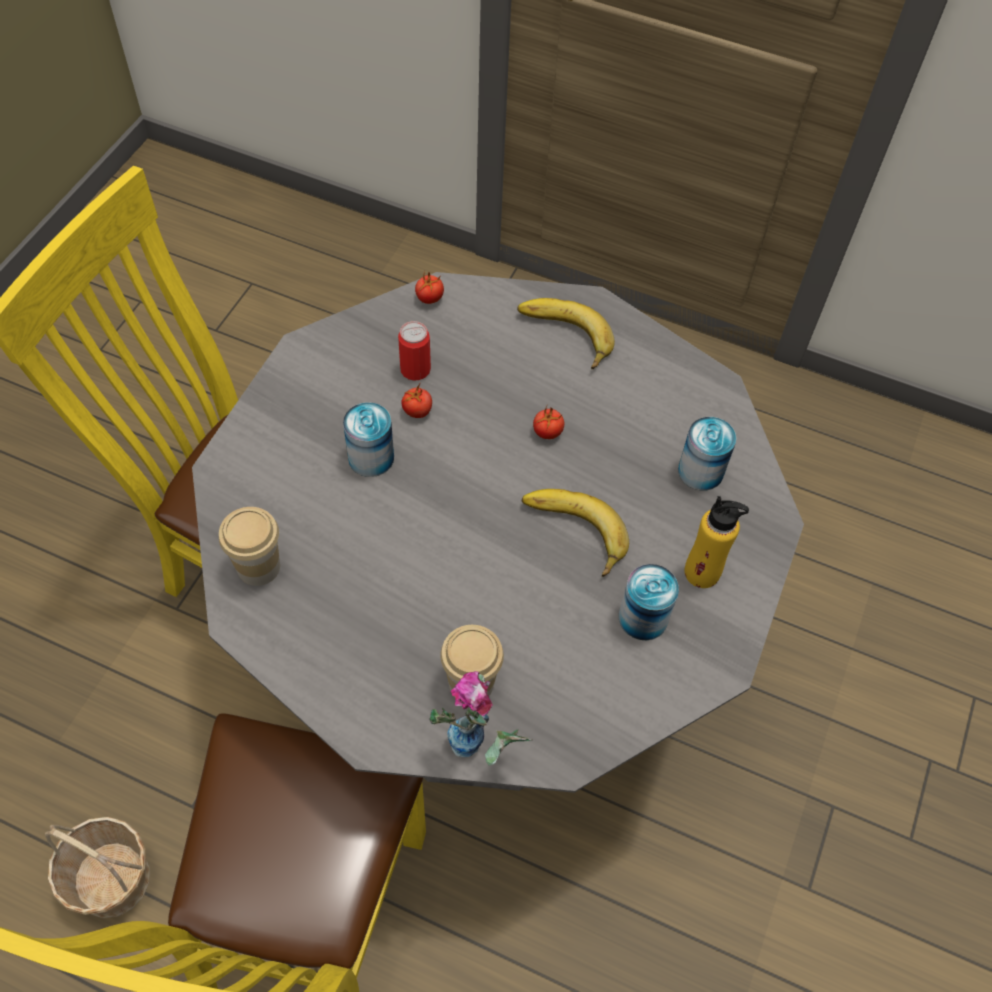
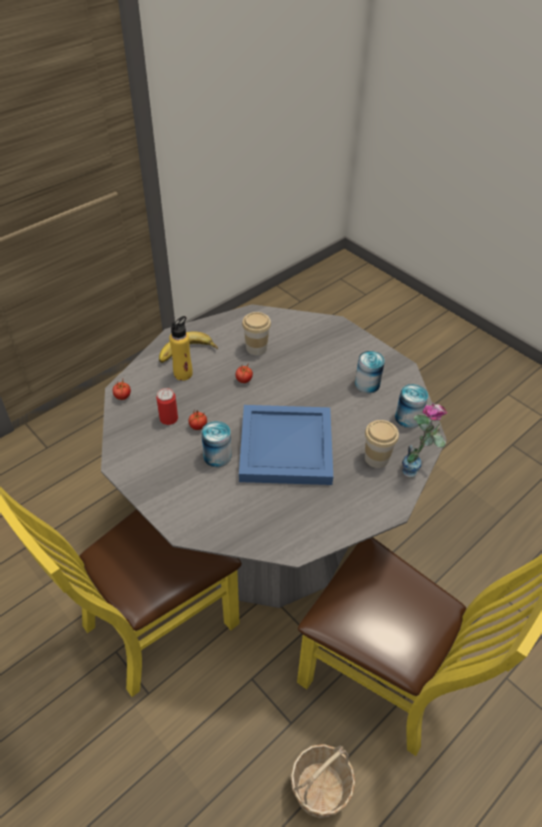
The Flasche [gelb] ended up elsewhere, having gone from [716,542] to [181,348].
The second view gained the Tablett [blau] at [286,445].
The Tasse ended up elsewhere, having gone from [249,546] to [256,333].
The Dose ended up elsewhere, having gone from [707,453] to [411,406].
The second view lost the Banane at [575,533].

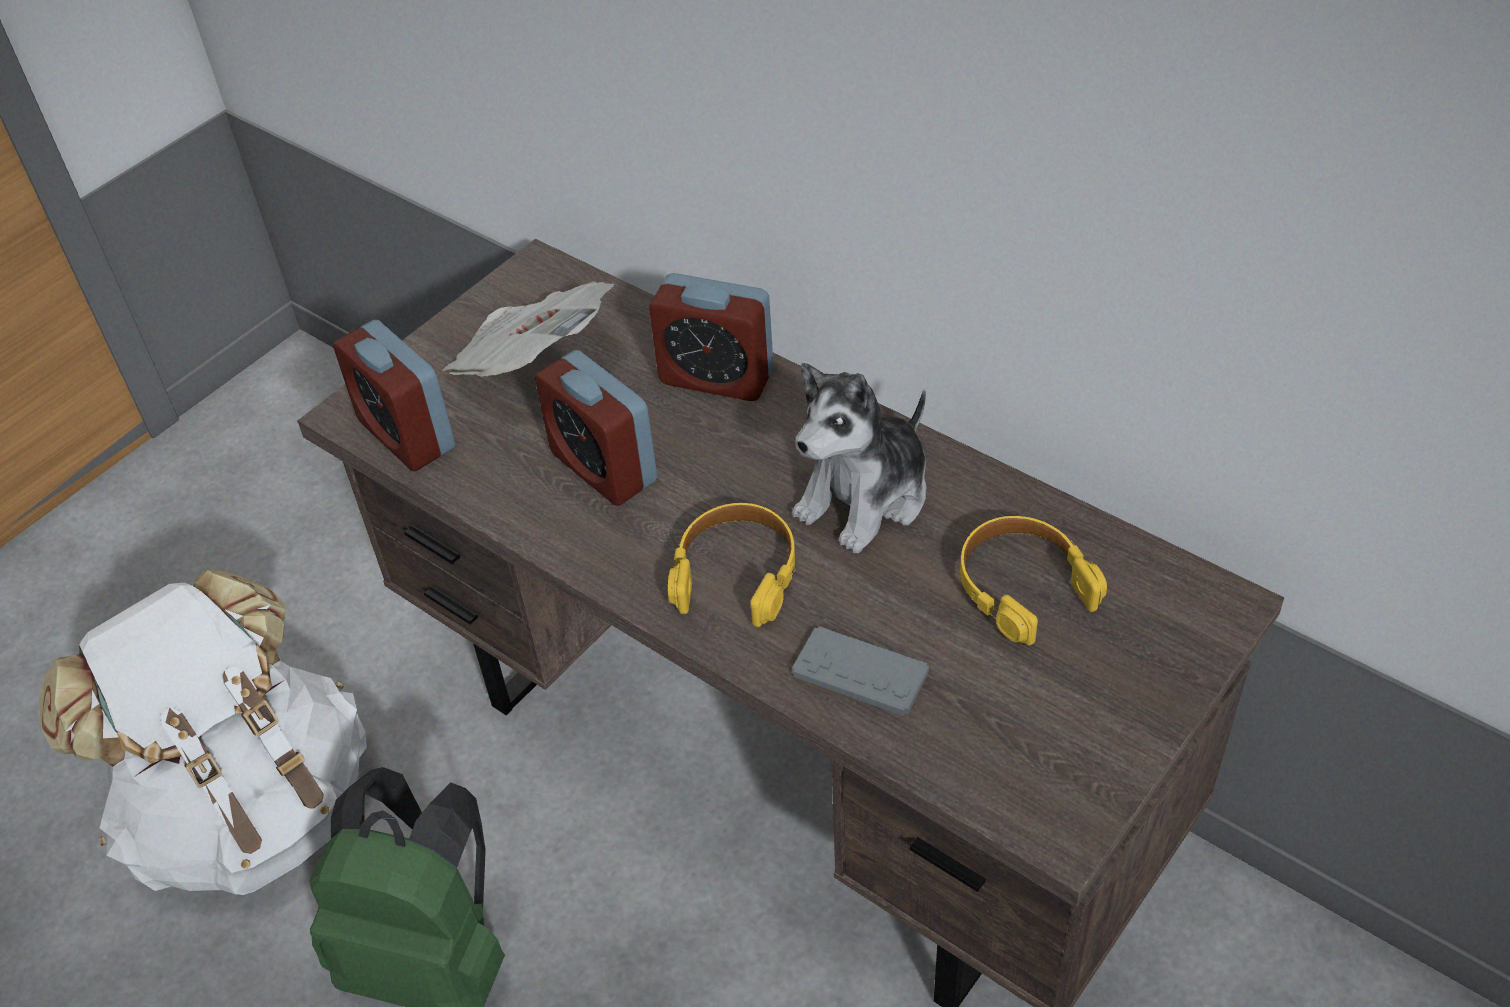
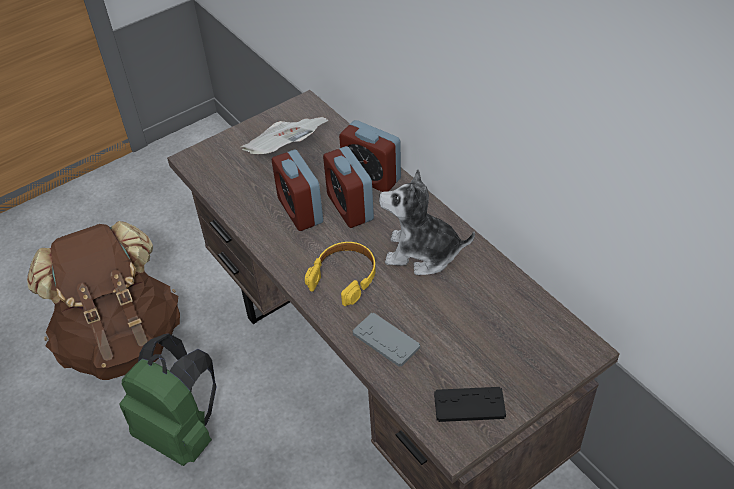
What was the Rucksack [weiß] at [203,732] turned into the Rucksack [braun] at [103,300].
The Wecker ended up elsewhere, having gone from [394,395] to [348,187].
The Plüschtier at [859,458] ended up facing another way, 45 degrees clockwise from before.
The second view gained the Gamepad [schwarz] at [470,404].
The second view lost the Kopfhörer [gelb] at [1033,581].

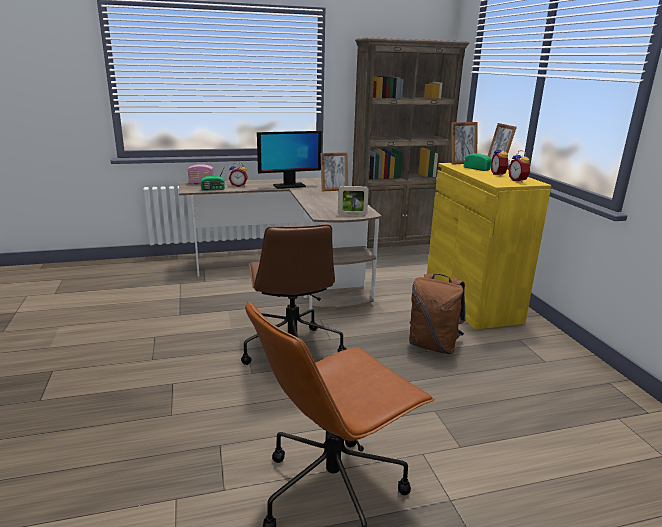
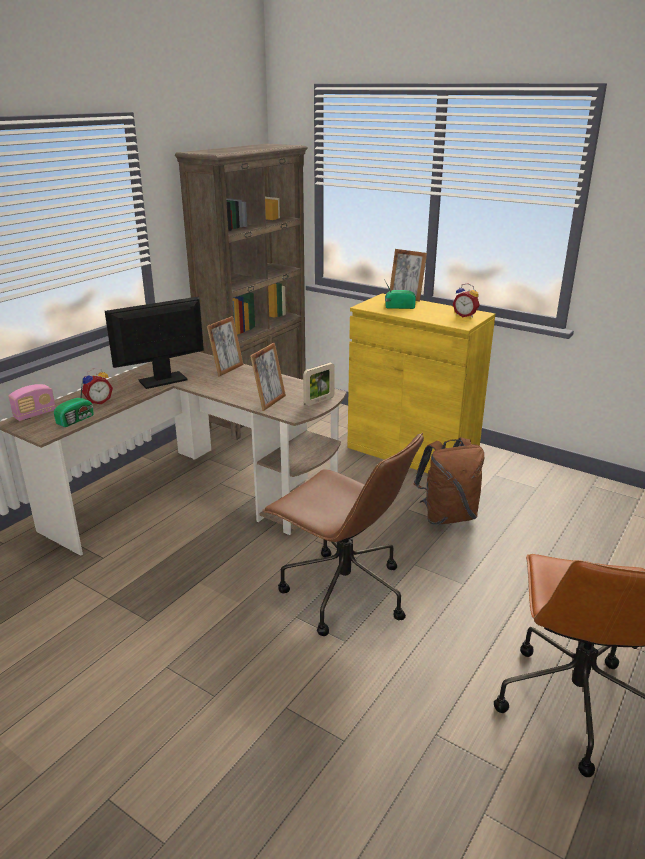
The Monitor at [289,160] ended up facing another way, 150 degrees counterclockwise from before.
The Bilderrahmen ended up elsewhere, having gone from [464,143] to [268,377].
The second view lost the Wecker at [500,160].

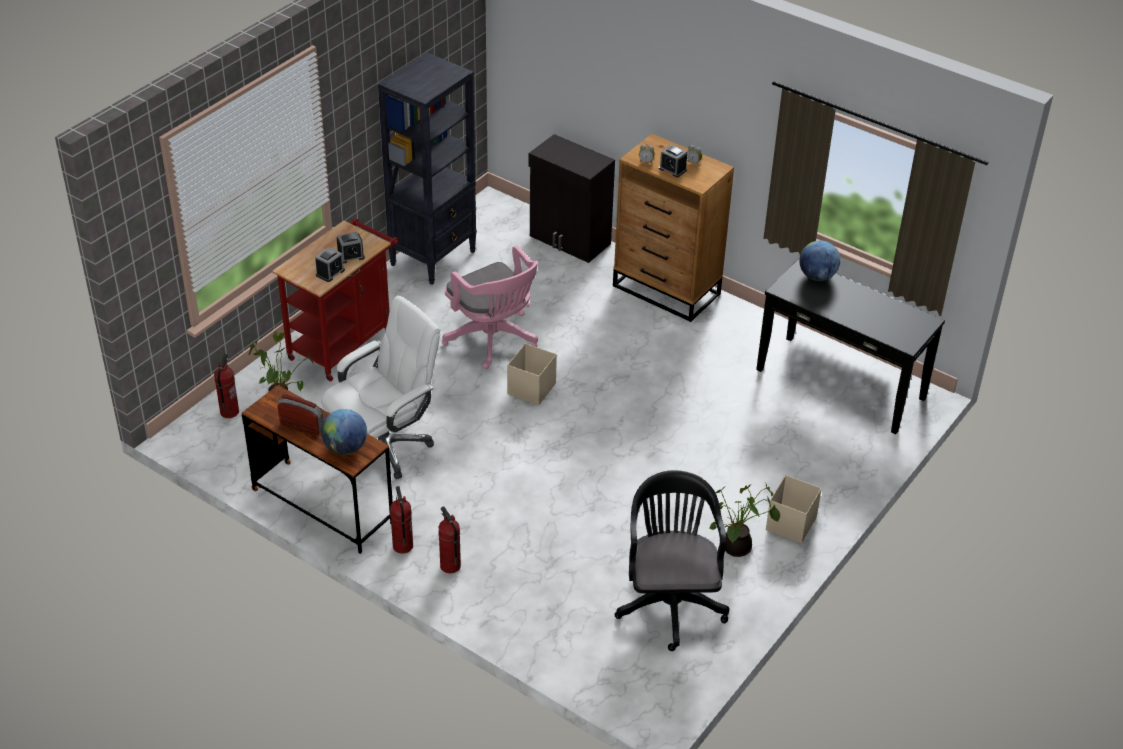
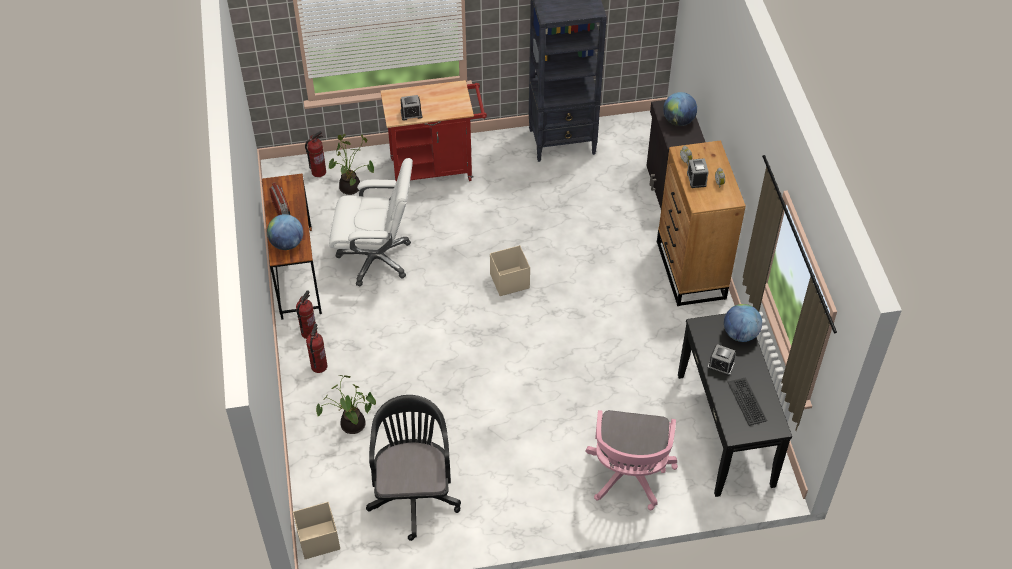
The Aufbewahrungsbox [beige] ended up elsewhere, having gone from [794,509] to [316,530].
The Topfpflanze ended up elsewhere, having gone from [745,519] to [346,404].
The Bürostuhl [schwarz] at [672,560] ended up facing another way, 45 degrees counterclockwise from before.
The Bürostuhl [rosa] ended up elsewhere, having gone from [490,307] to [631,460].
The second view gained the Globus at [680,109].
The Wecker ended up elsewhere, having gone from [351,248] to [721,360].
The second view gained the Tastatur at [747,401].

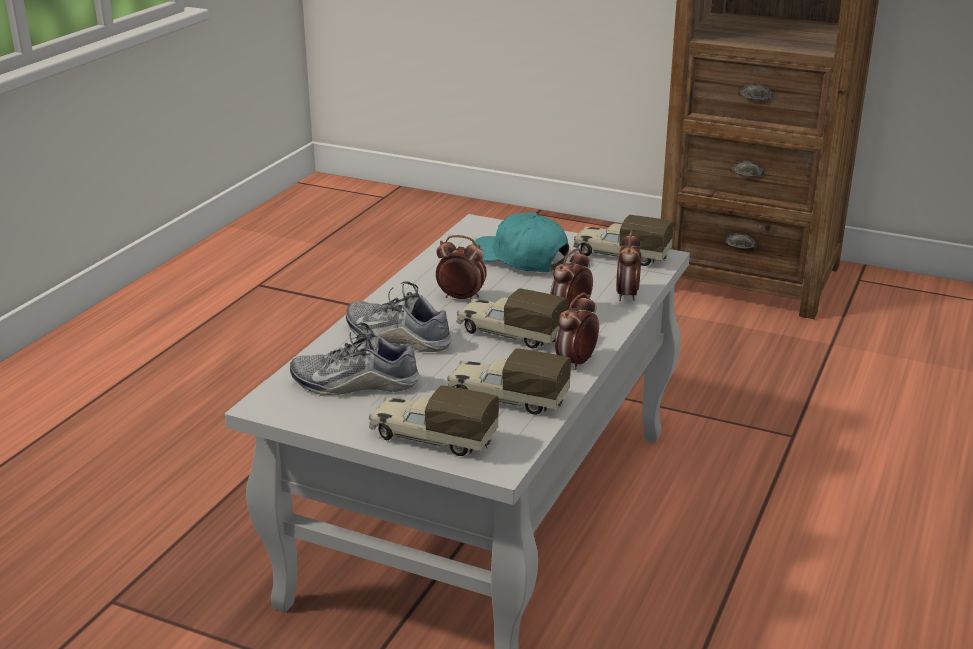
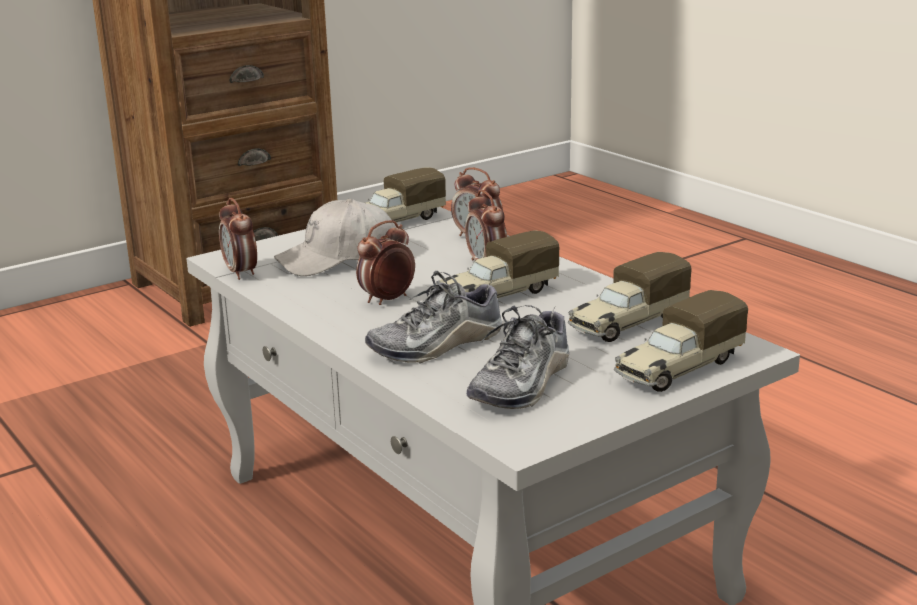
The Wecker ended up elsewhere, having gone from [577,331] to [238,239].
What was the Kappe [türkis] at [520,242] turned into the Kappe [weiß] at [334,237].

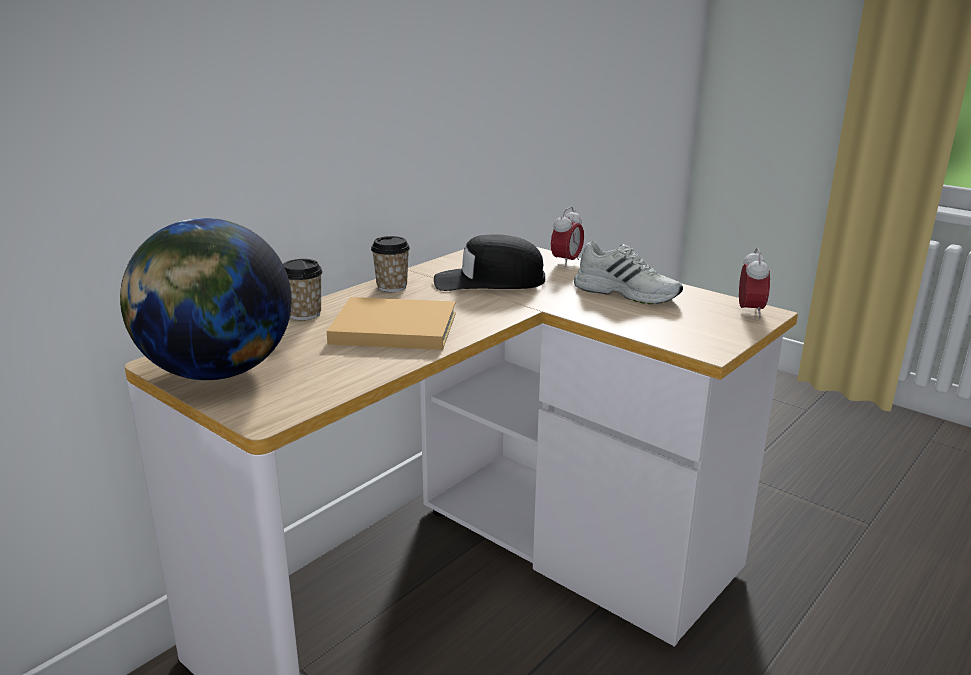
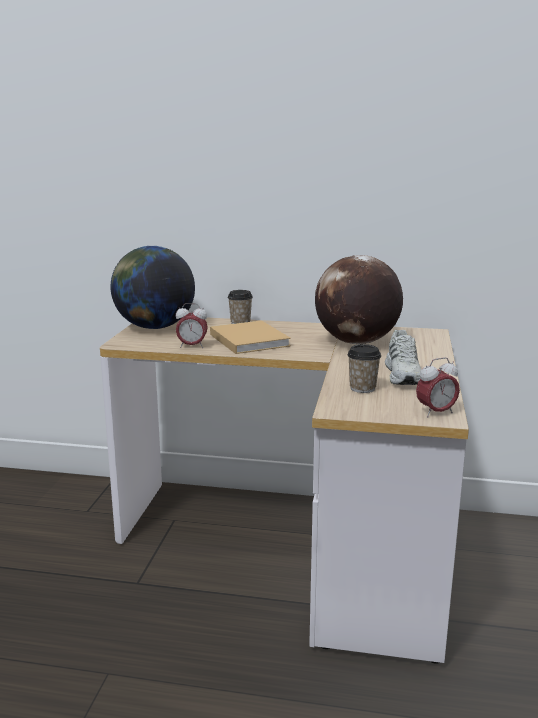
The Wecker ended up elsewhere, having gone from [567,237] to [192,325].
Where the Kappe [schwarz] stood at [489,262], the Globus came to stand at [359,299].
The Tasse ended up elsewhere, having gone from [390,264] to [364,368].

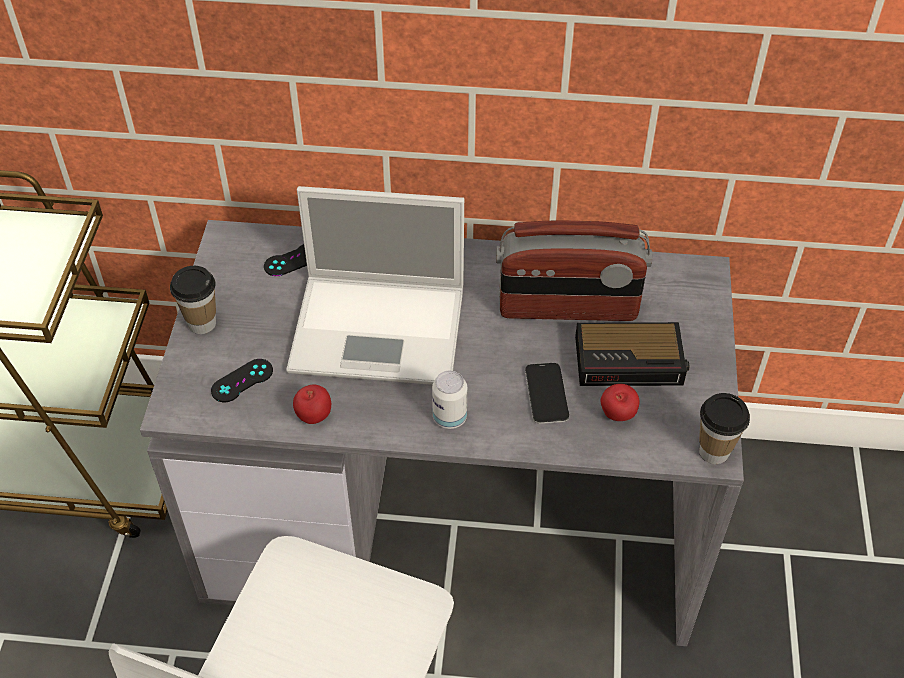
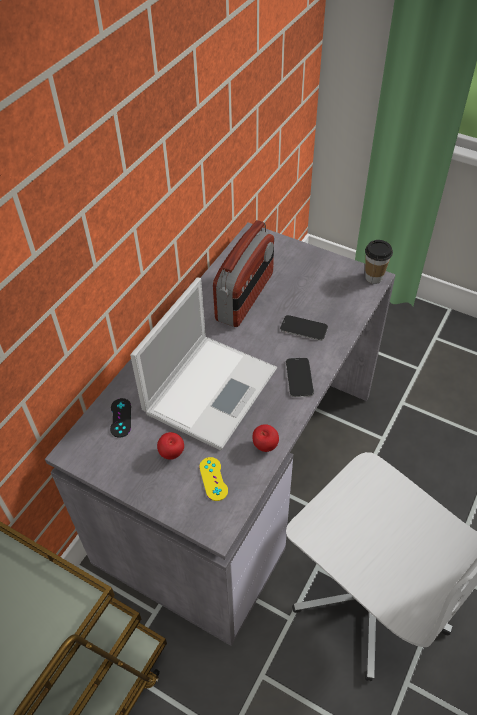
The Apfel ended up elsewhere, having gone from [620,402] to [170,446].
What was the Gamepad [schwarz] at [242,380] turned into the Gamepad [gelb] at [213,479].
Where the Dose stood at [449,400], the Handy came to stand at [300,377].
The second view lost the Tasse at [193,300].
The second view lost the Wecker at [632,354].

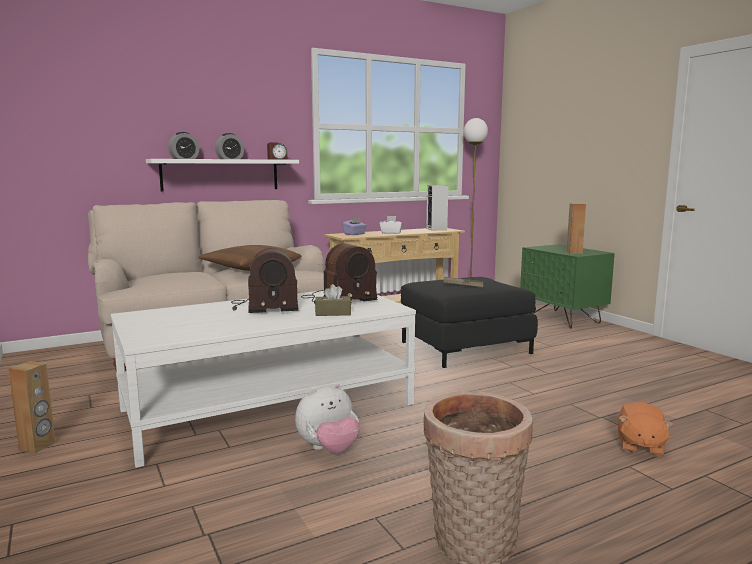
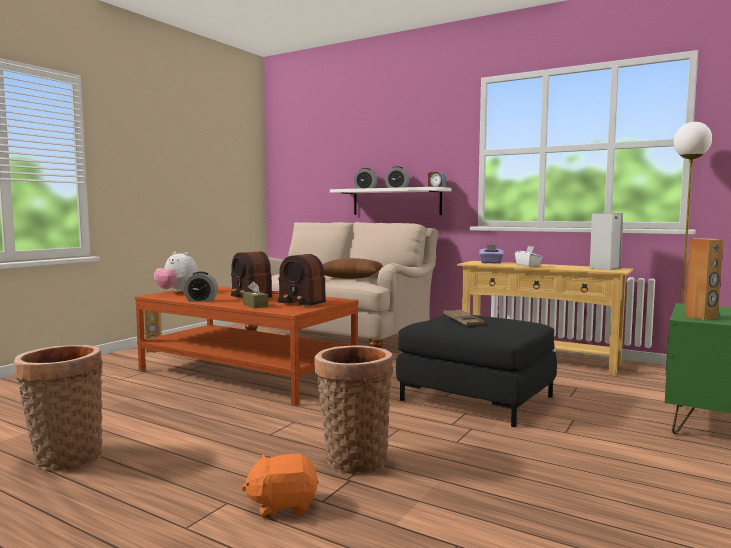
What was the Couchtisch [weiß] at [263,379] turned into the Couchtisch [braun] at [246,345].
The Plüschtier ended up elsewhere, having gone from [327,418] to [176,272].
The second view gained the Wecker at [200,287].
The second view gained the Korb at [354,409].

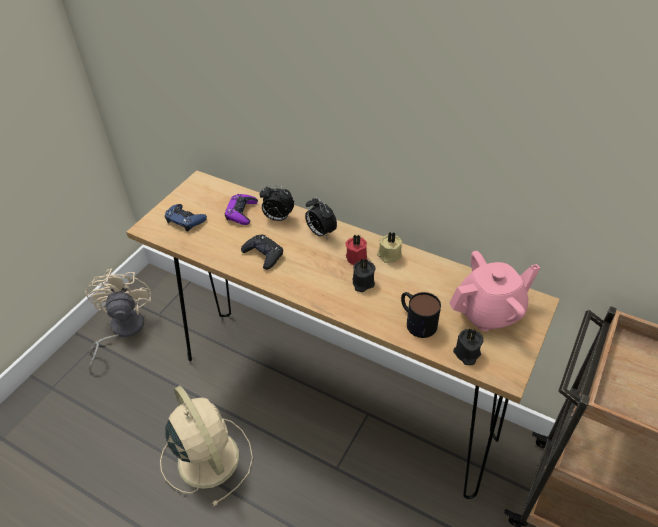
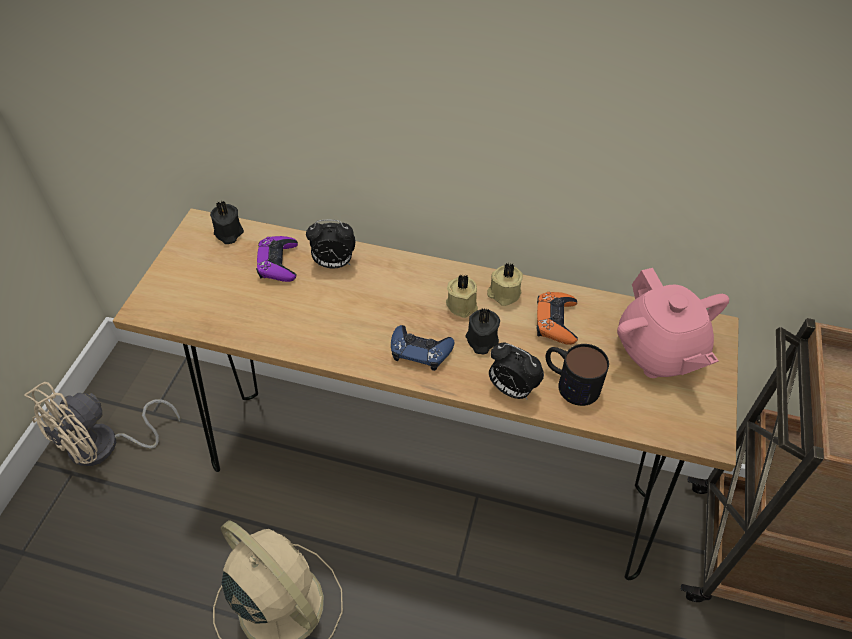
The Ventilator [beige] at [118,319] ended up facing another way, 120 degrees counterclockwise from before.
The Kerze [schwarz] ended up elsewhere, having gone from [468,347] to [227,222].
The Gamepad [blau] ended up elsewhere, having gone from [186,218] to [423,348].
What was the Kerze [rot] at [356,250] turned into the Kerze [beige] at [462,296].
The Wecker ended up elsewhere, having gone from [321,218] to [516,371].
The second view gained the Gamepad [orange] at [557,318].
The Teekanne [rosa] at [494,291] ended up facing another way, 105 degrees clockwise from before.
The second view lost the Gamepad [schwarz] at [262,252].

